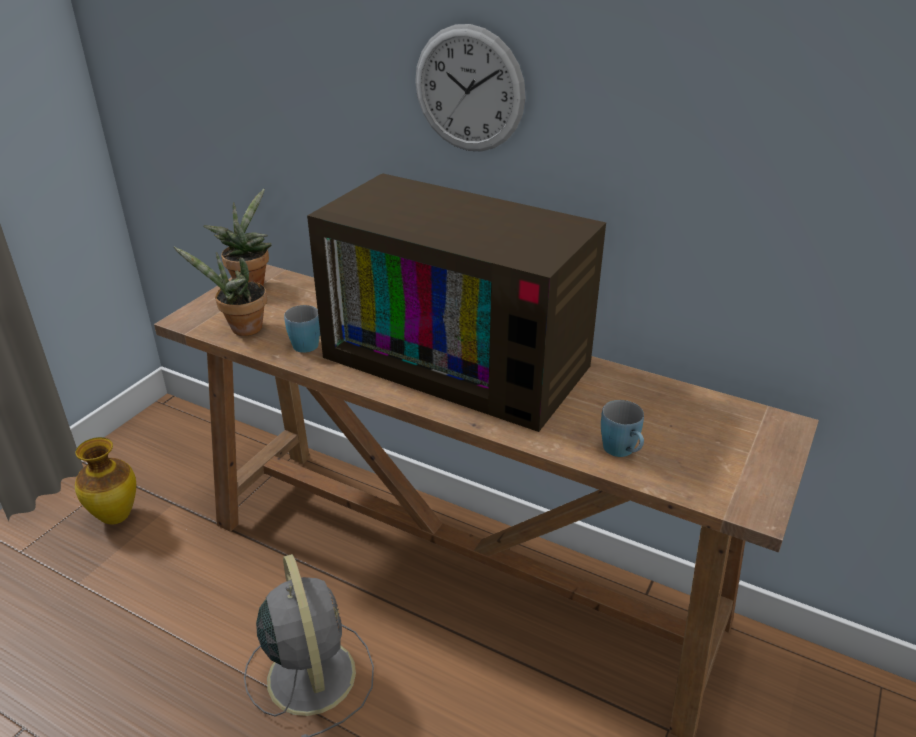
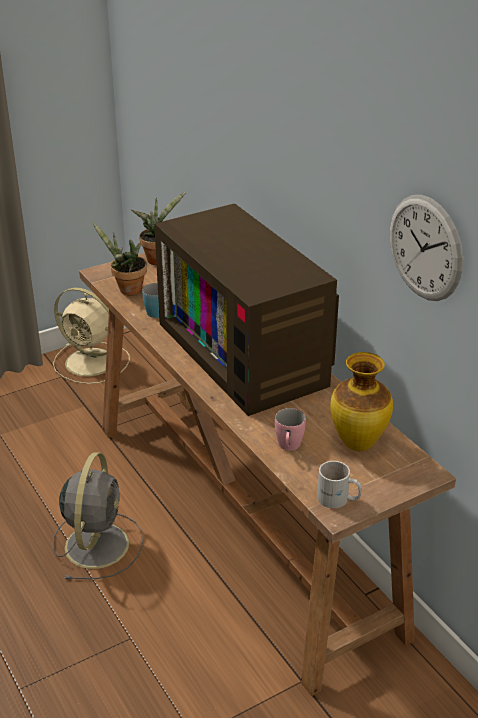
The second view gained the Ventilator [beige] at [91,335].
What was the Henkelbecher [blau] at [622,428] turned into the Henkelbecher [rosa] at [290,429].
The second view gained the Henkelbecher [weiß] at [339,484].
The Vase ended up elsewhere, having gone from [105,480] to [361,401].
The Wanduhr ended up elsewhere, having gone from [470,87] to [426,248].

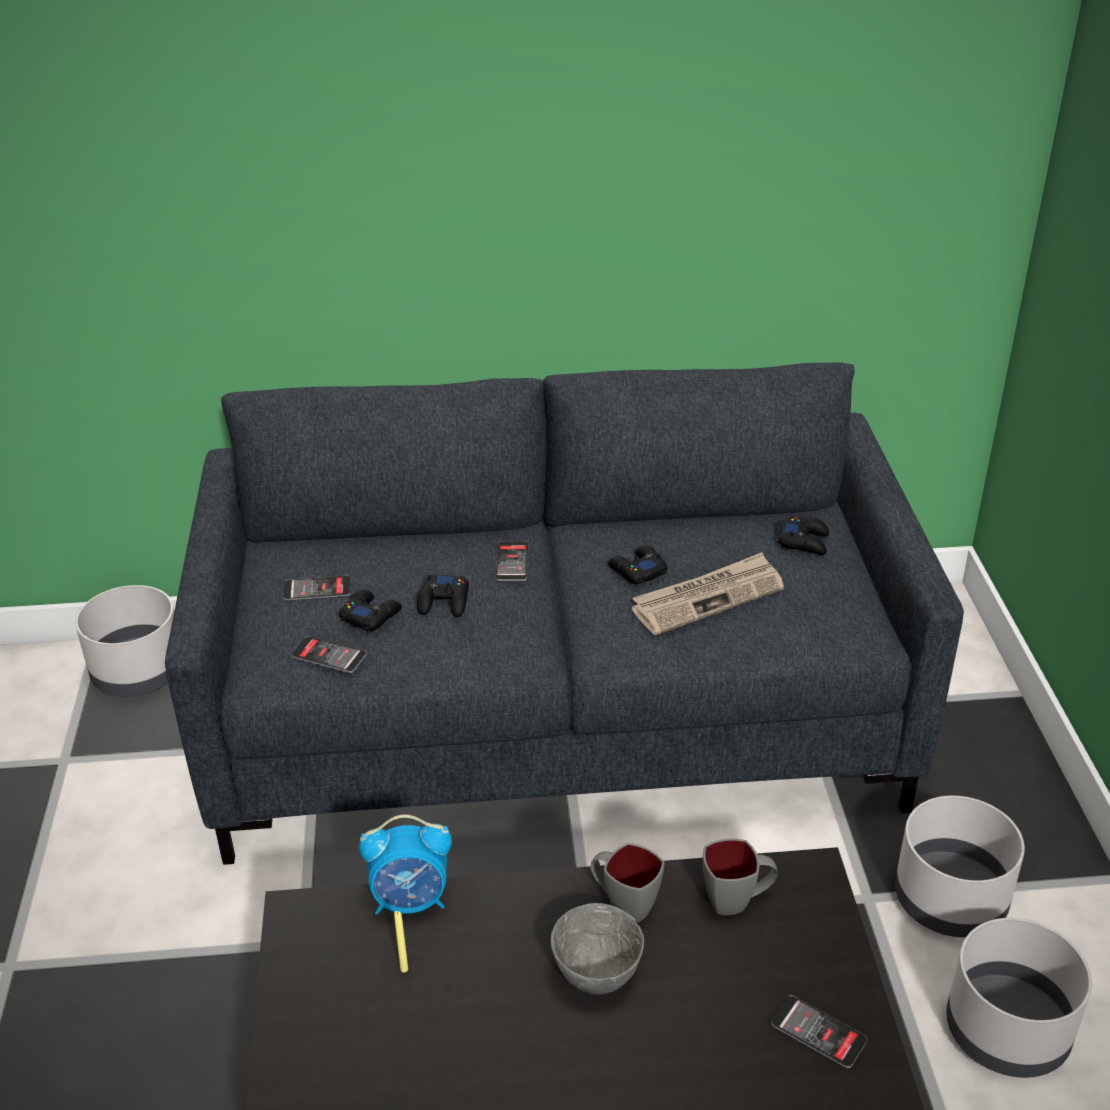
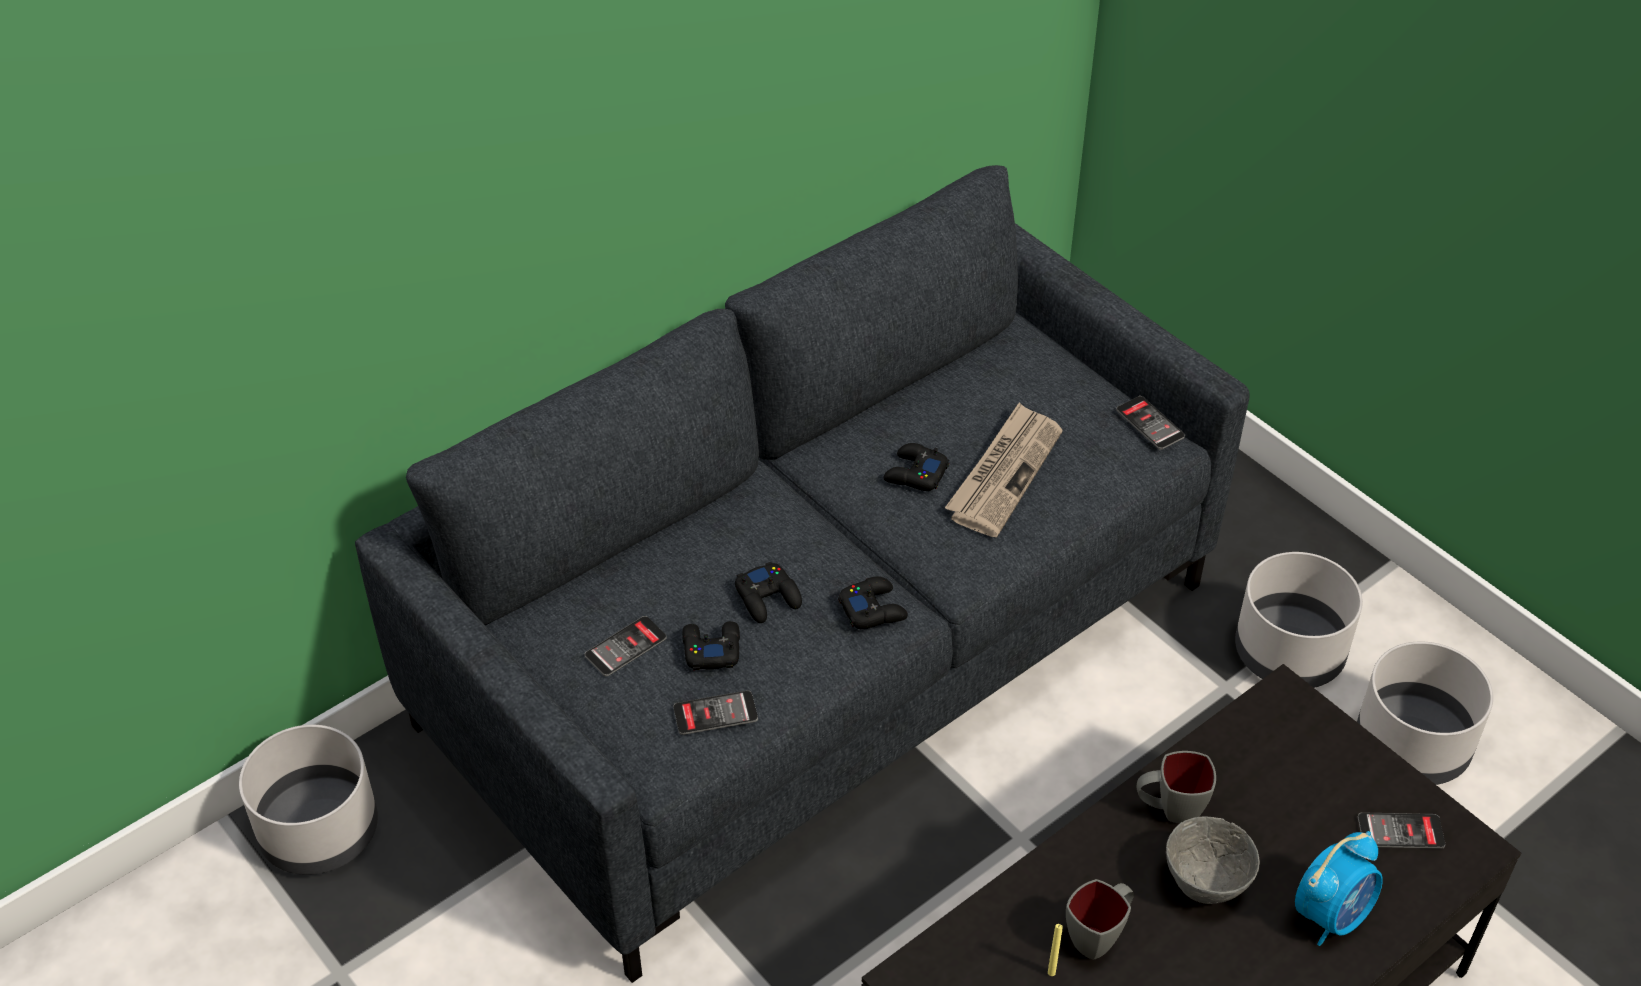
The Gamepad [schwarz] ended up elsewhere, having gone from [804,536] to [873,602].
The Henkelbecher [grau] ended up elsewhere, having gone from [740,877] to [1100,919].
The Handy ended up elsewhere, having gone from [512,561] to [1150,423].
The Wecker ended up elsewhere, having gone from [405,865] to [1339,888].

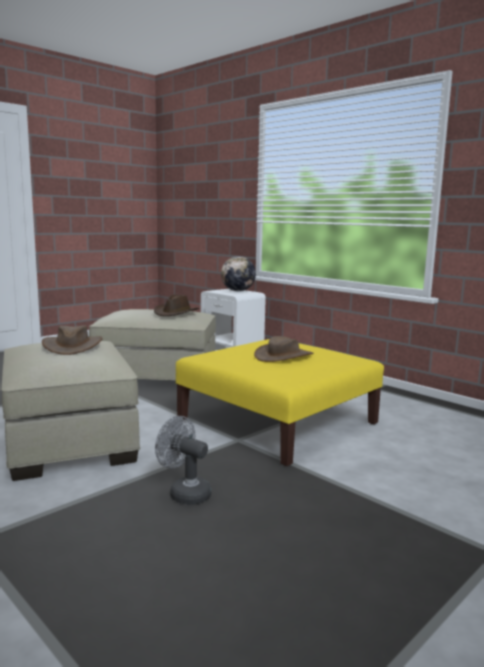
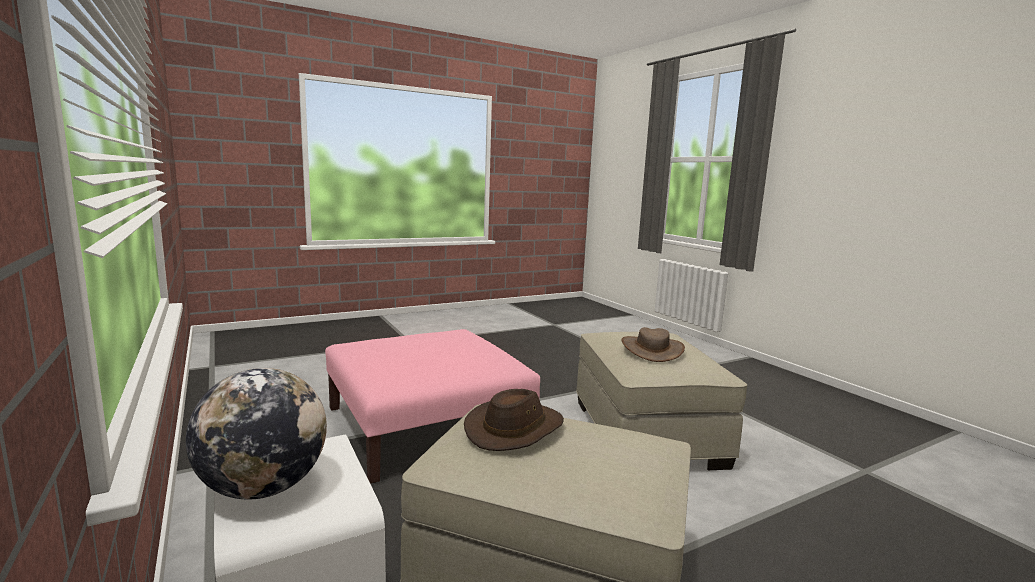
What was the Polsterhocker [gelb] at [280,402] turned into the Polsterhocker [rosa] at [432,406].
The second view lost the Ventilator [grau] at [183,460].
The second view lost the Hut [braun] at [283,349].

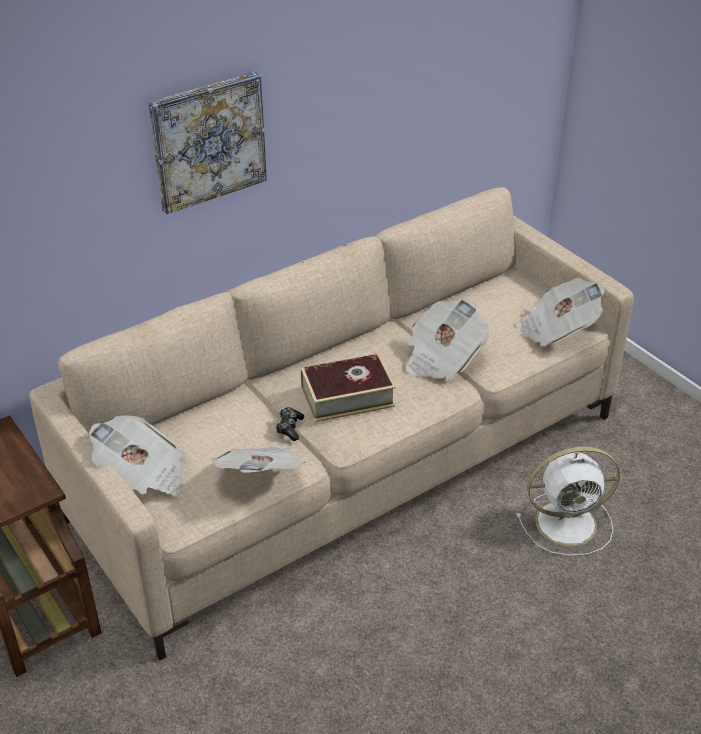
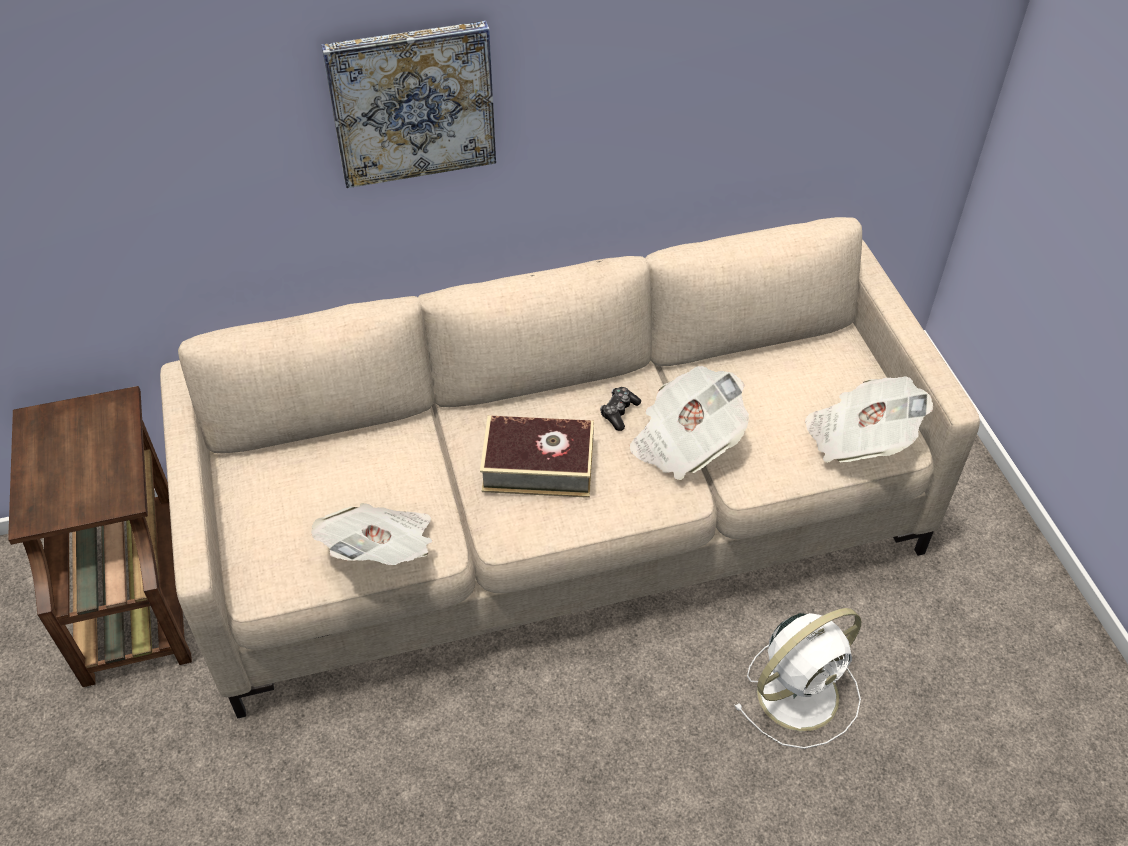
The Gamepad ended up elsewhere, having gone from [290,424] to [620,409].
The Ventilator [weiß] at [568,501] ended up facing another way, 45 degrees counterclockwise from before.
The second view lost the Zeitung at [137,455].

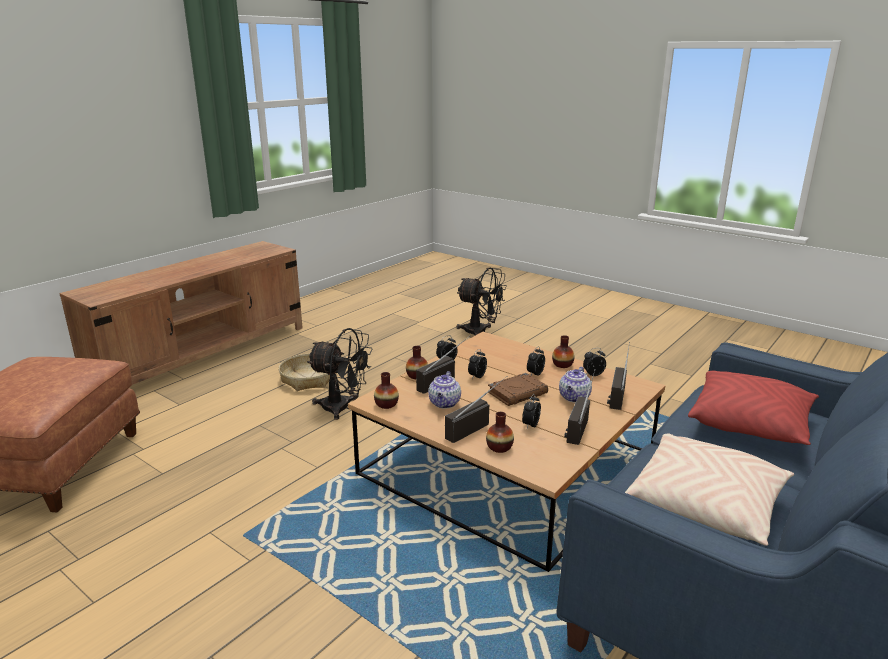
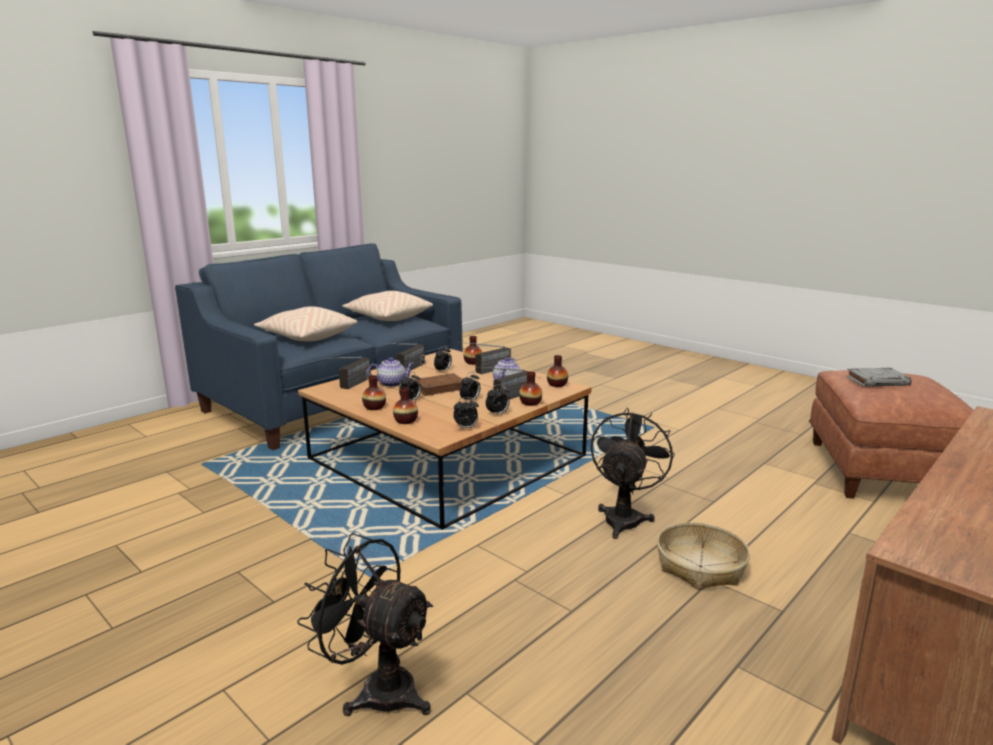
What was the Kissen [rot] at [753,408] turned into the Kissen [beige] at [305,323].
The Teekanne at [575,385] ended up facing another way, 45 degrees clockwise from before.
The second view gained the Vase at [405,405].
The Wecker ended up elsewhere, having gone from [594,362] to [466,413].
The Ventilator [schwarz] at [340,374] ended up facing another way, 90 degrees clockwise from before.
The second view gained the Buch [grau] at [878,377].

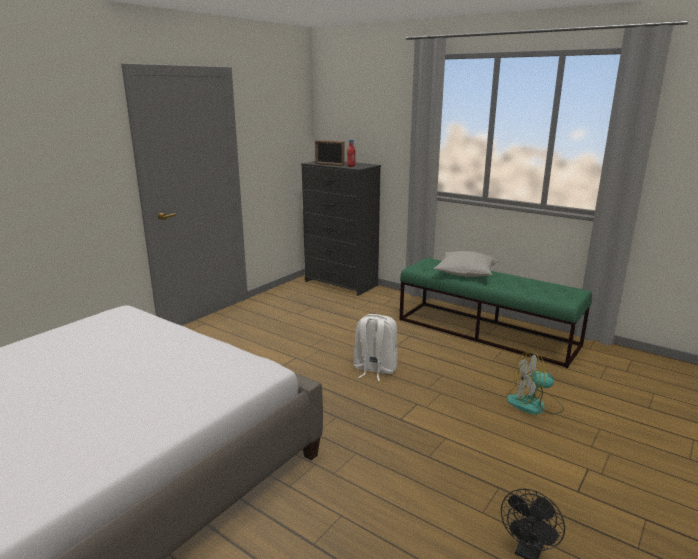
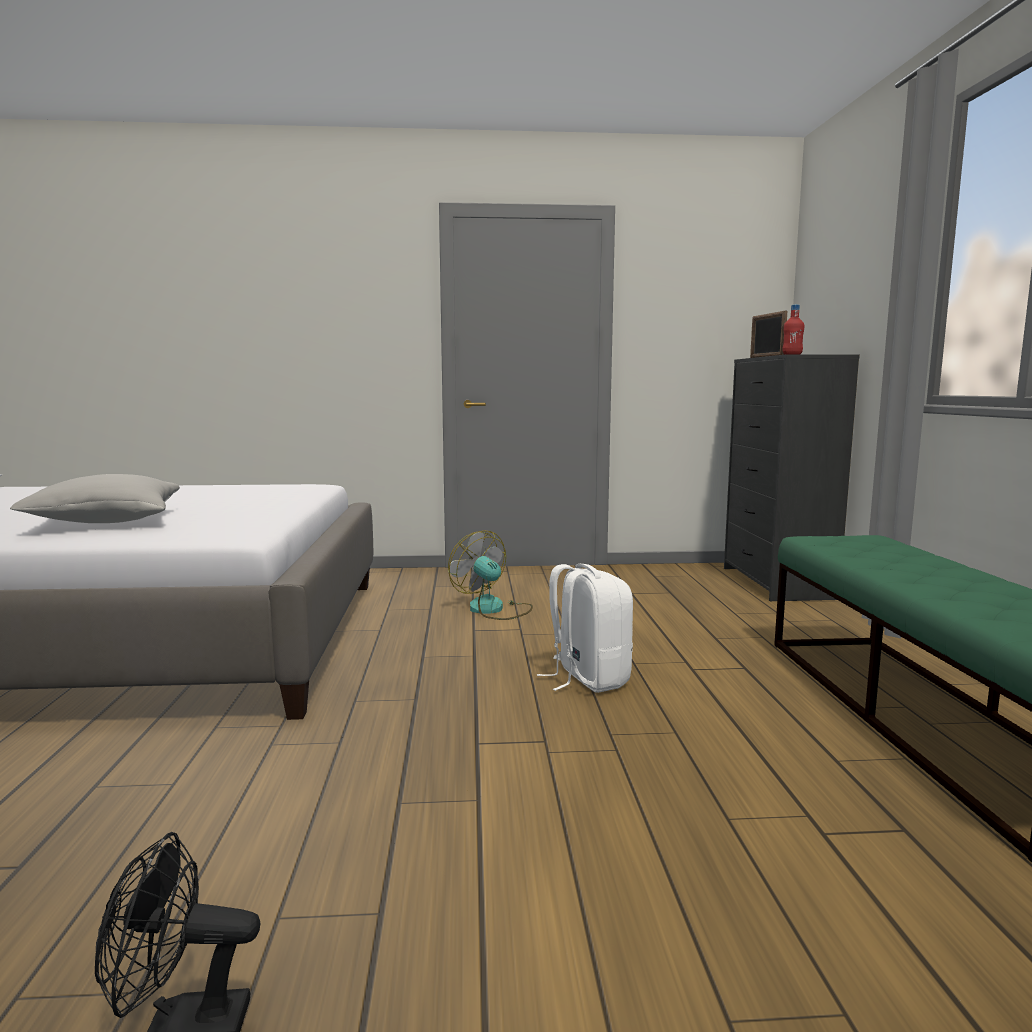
The Kissen [grau] ended up elsewhere, having gone from [466,264] to [95,498].
The Ventilator ended up elsewhere, having gone from [535,383] to [490,575].

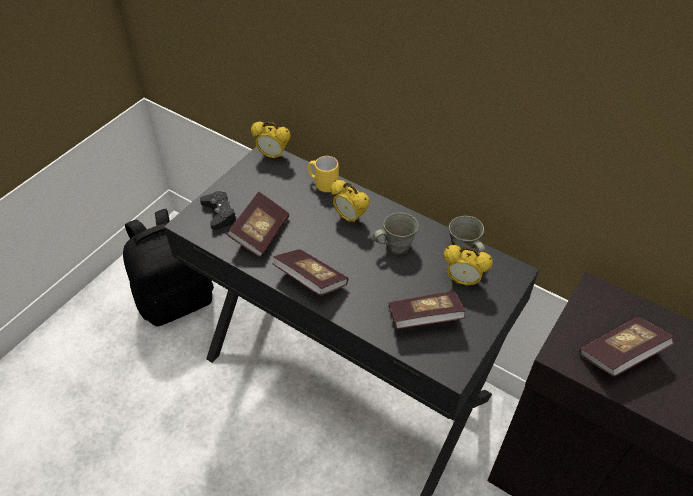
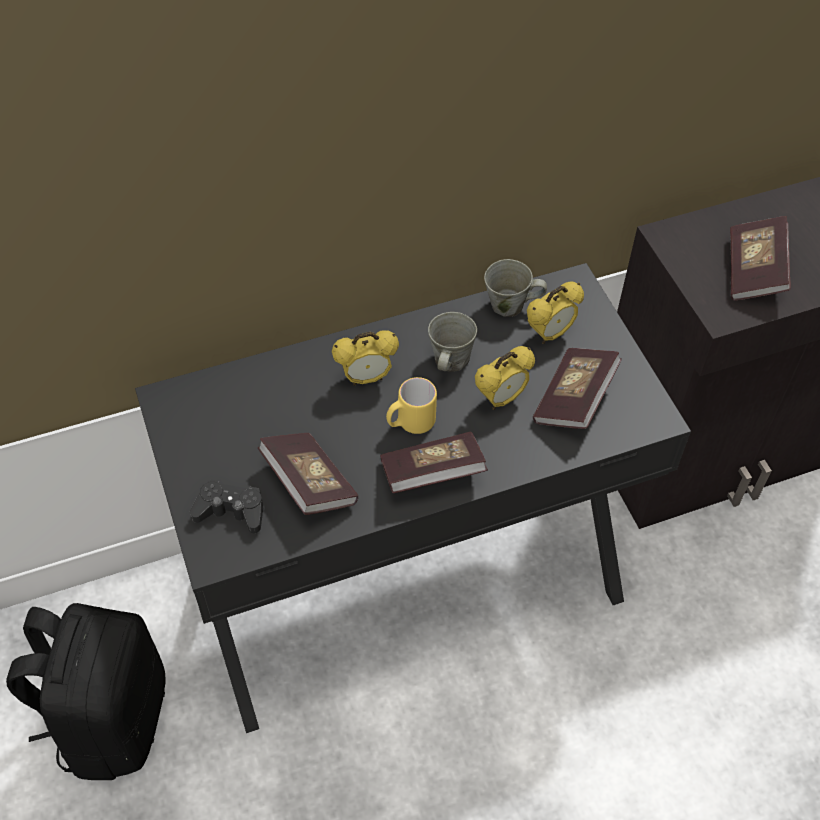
The Henkelbecher [gelb] ended up elsewhere, having gone from [323,174] to [411,405].
The Wecker ended up elsewhere, having gone from [271,140] to [505,378].

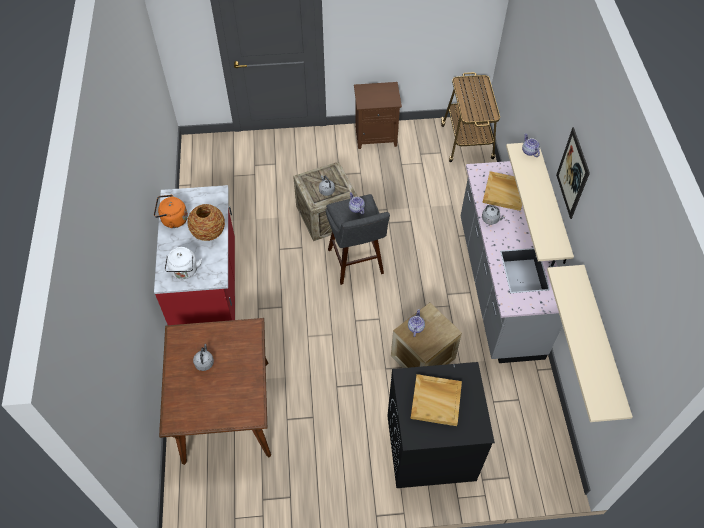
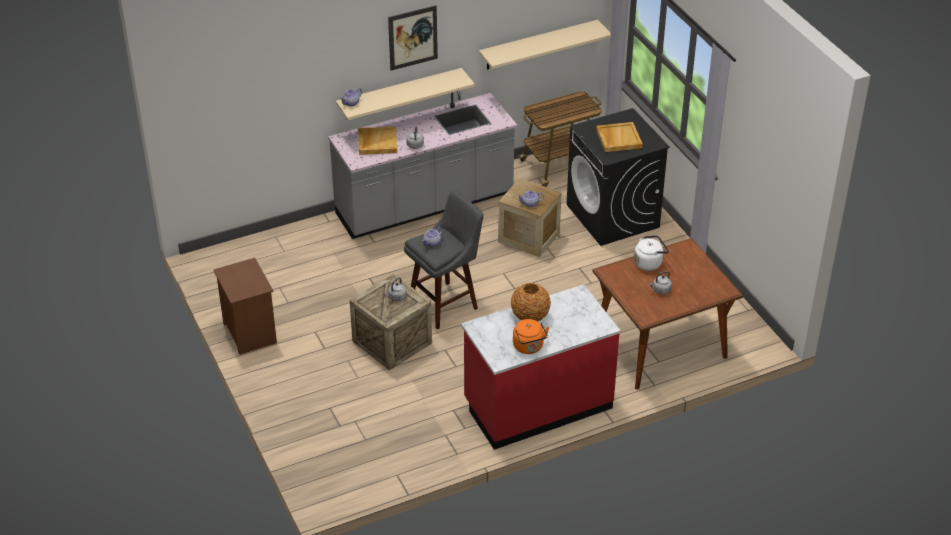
The Rollwagen ended up elsewhere, having gone from [470,117] to [559,139].
The Wasserkessel [weiß] ended up elsewhere, having gone from [183,263] to [651,253].

